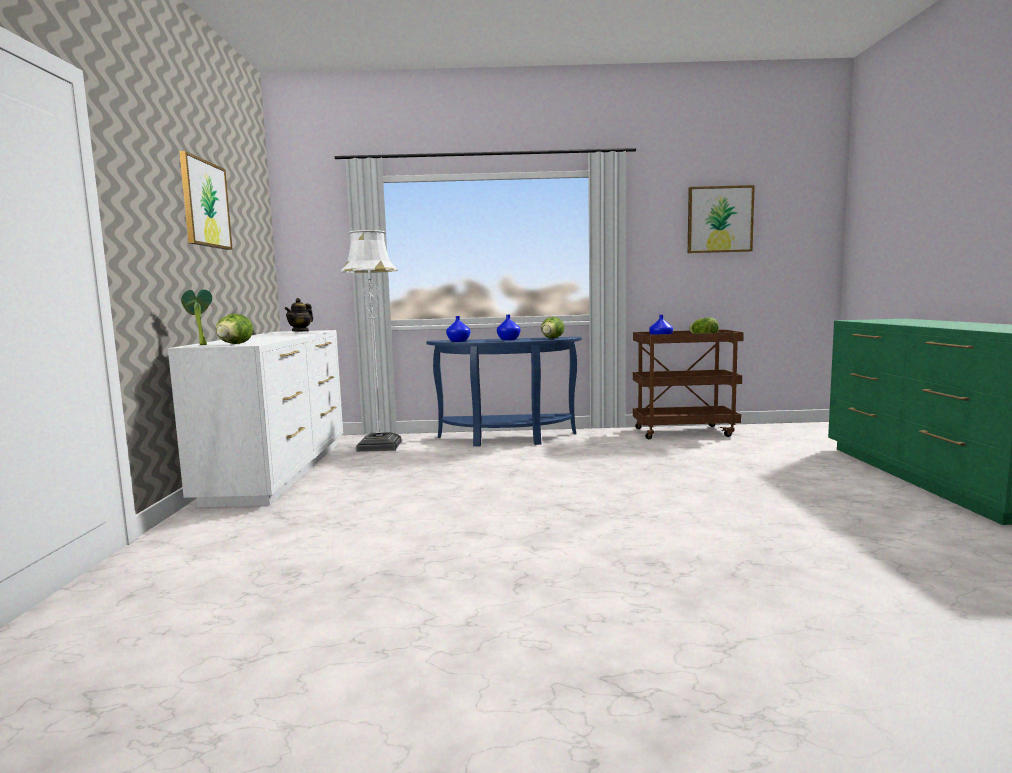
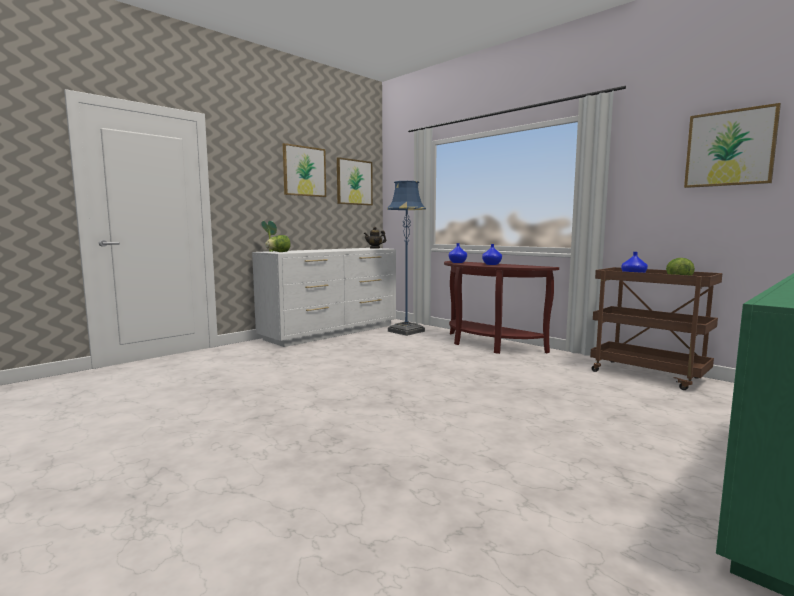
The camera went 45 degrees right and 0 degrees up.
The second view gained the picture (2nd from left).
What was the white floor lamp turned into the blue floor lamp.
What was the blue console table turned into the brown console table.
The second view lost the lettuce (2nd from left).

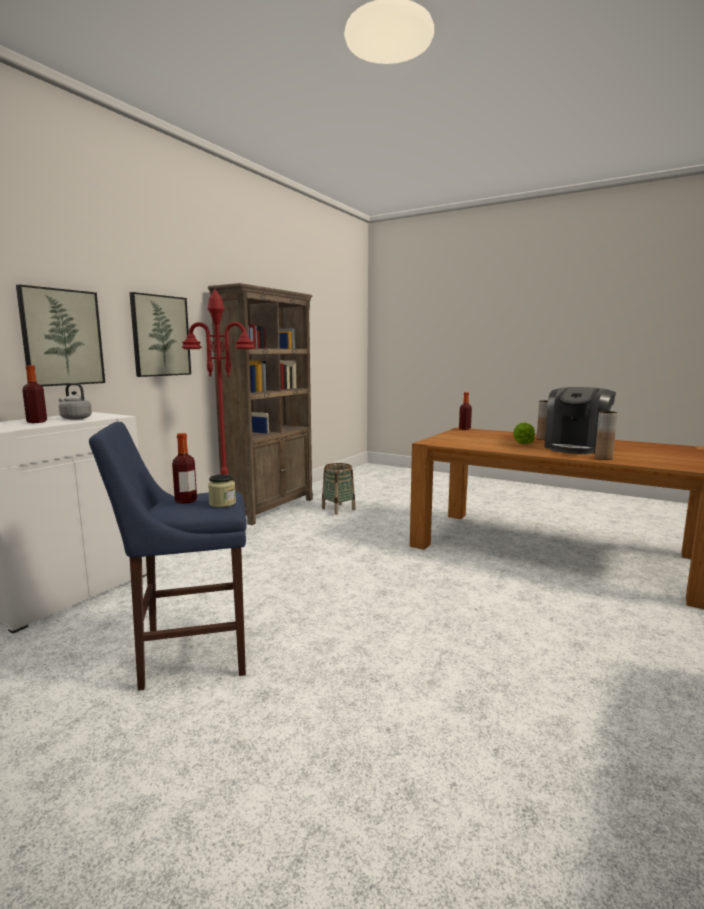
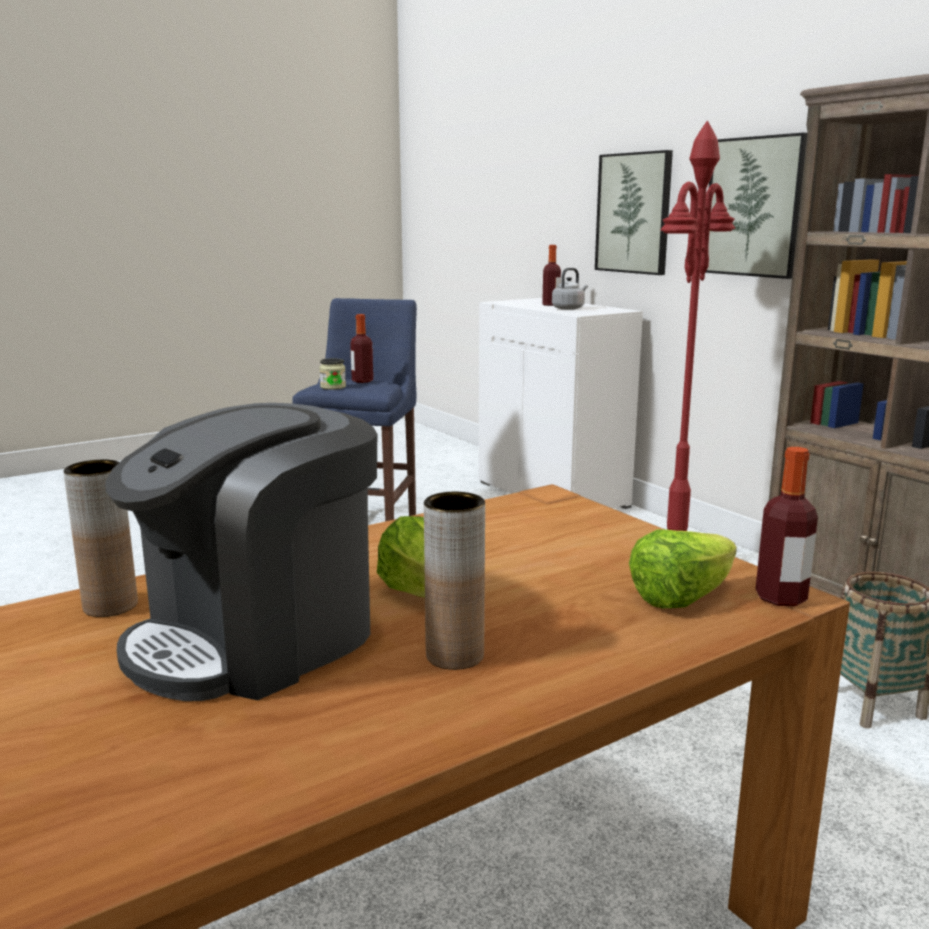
The camera went 115 degrees right and 5 degrees up.
The coffee machine ended up facing another way, 105 degrees counterclockwise from before.
The second view gained the lettuce (2nd from left).

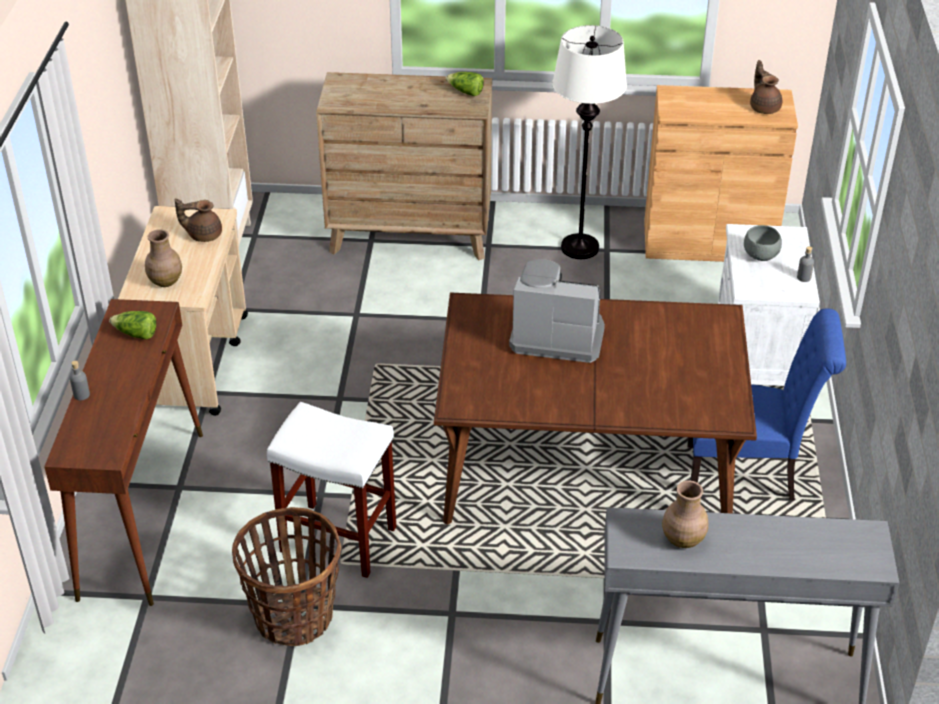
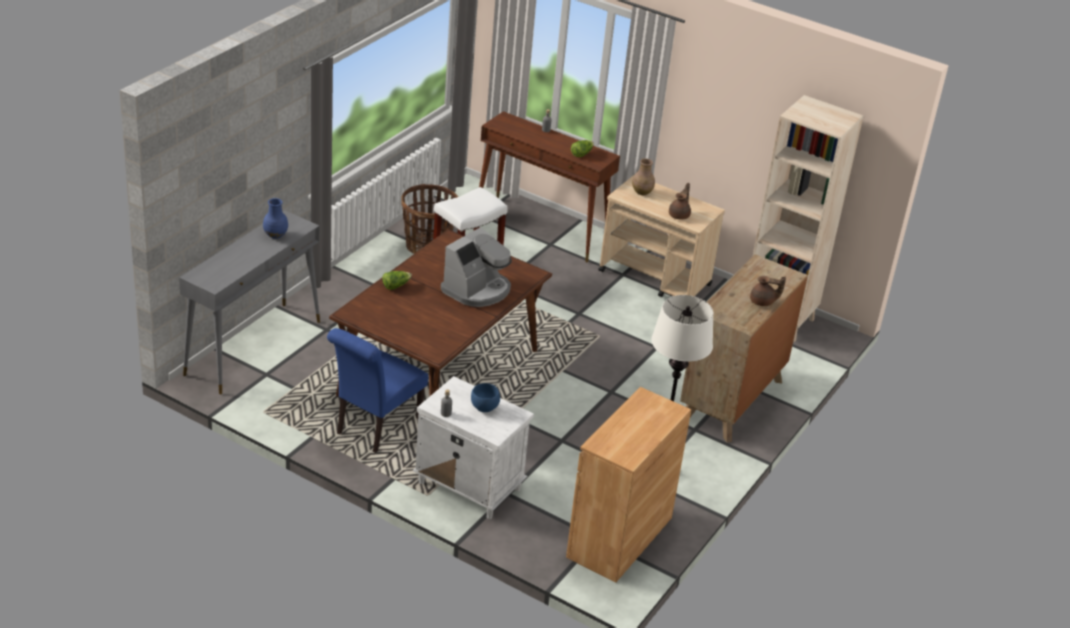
The camera went 115 degrees right and 5 degrees down.
What was the brown vase (2nd from left) turned into the blue vase.
The lettuce (2nd from left in the first image) ended up elsewhere.
What was the grey bowl turned into the blue bowl.
The brown teapot (2nd from left) ended up elsewhere.

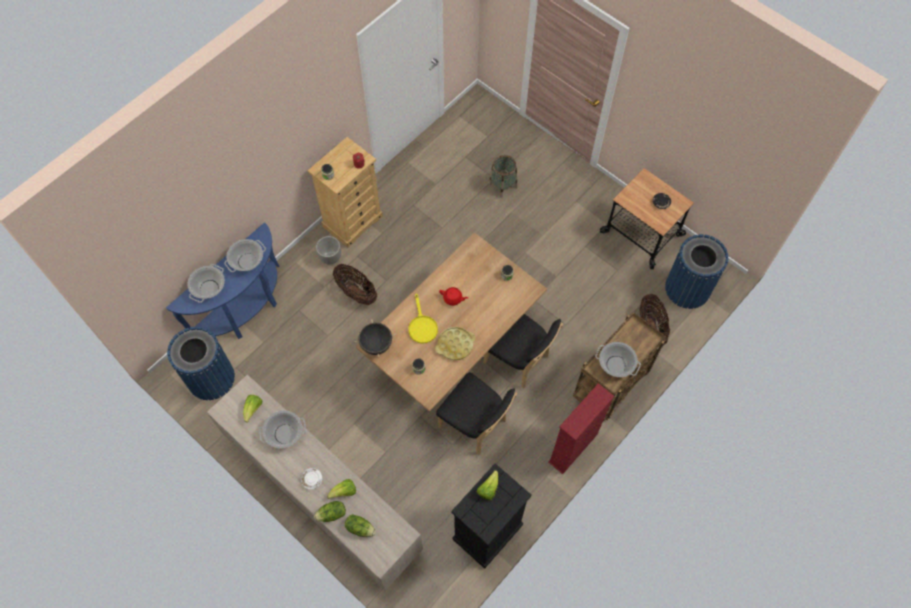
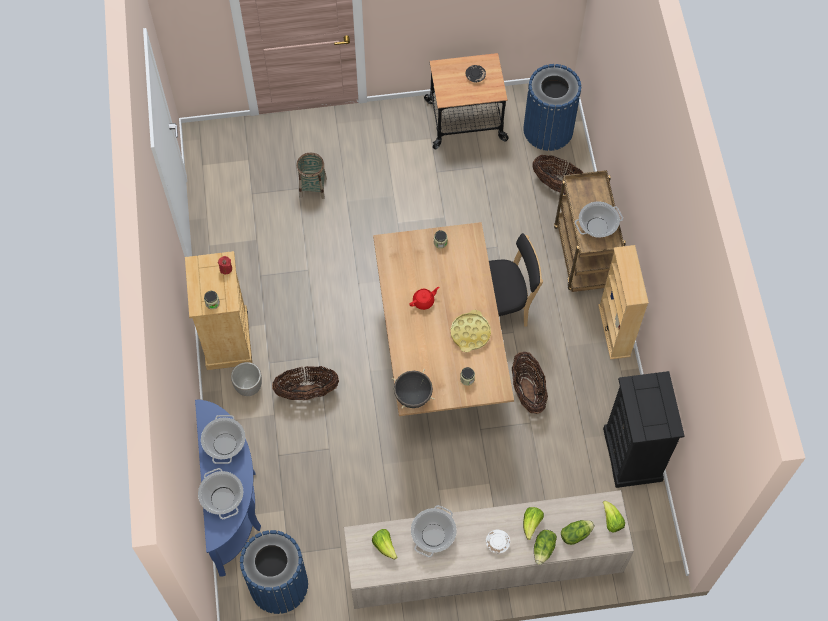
The camera went 50 degrees left and 0 degrees up.
Where the black chair (1st from left) stood, the basket (3rd from left) came to stand.
What was the red bookcase turned into the beige bookcase.
The lettuce (5th from left) ended up elsewhere.
The second view lost the yellow frying pan.

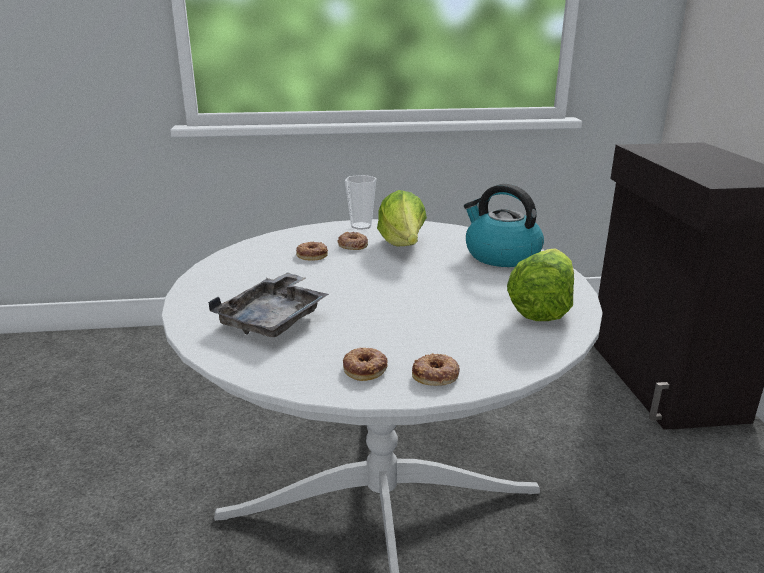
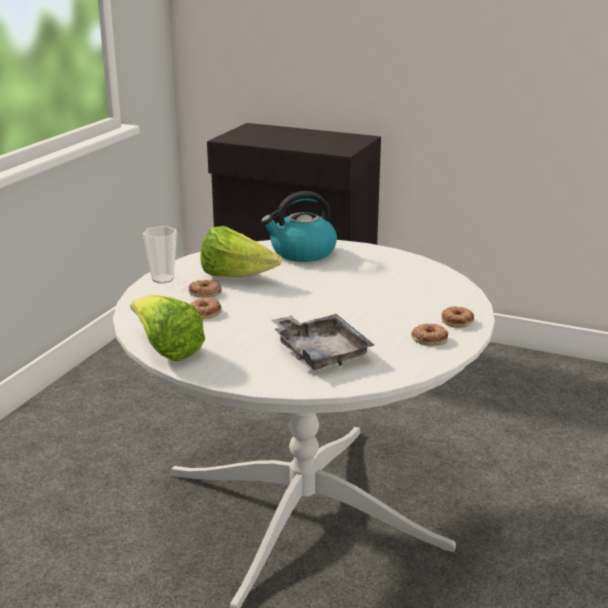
The camera went 60 degrees left and 0 degrees up.
The lettuce (2nd from left in the first image) ended up elsewhere.

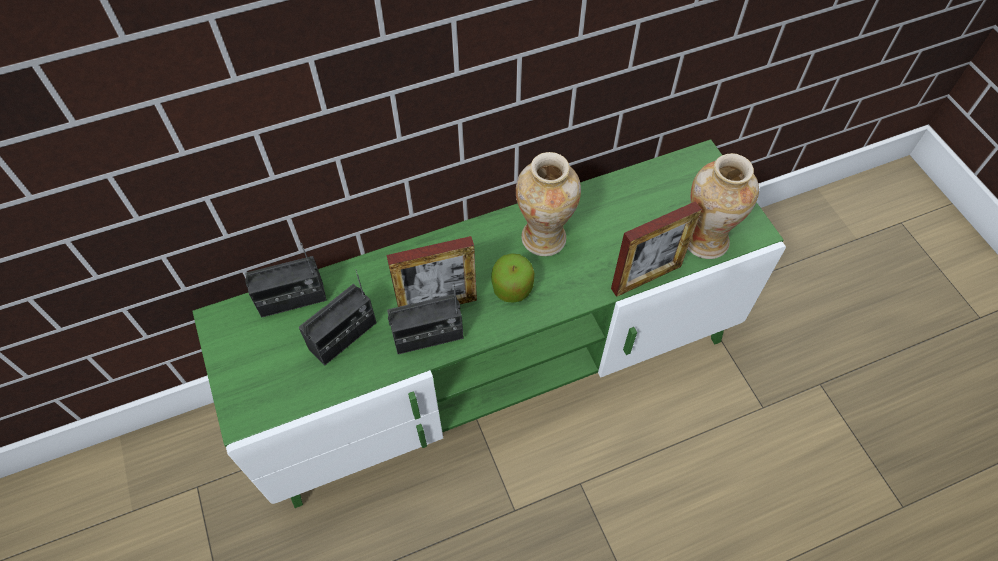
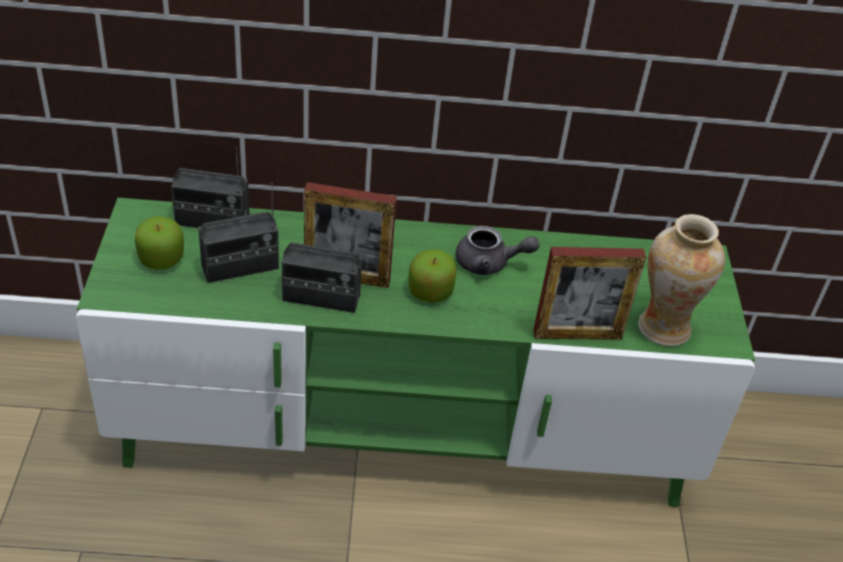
The camera went 20 degrees right and 15 degrees down.
The second view gained the apple (1st from left).
Where the vase (1st from left) stood, the grey teapot came to stand.

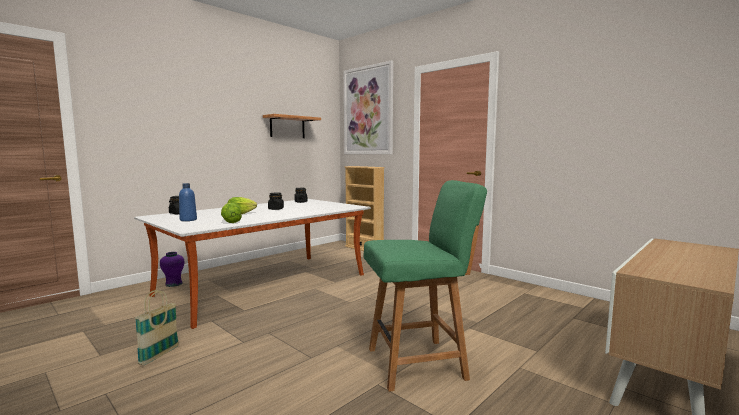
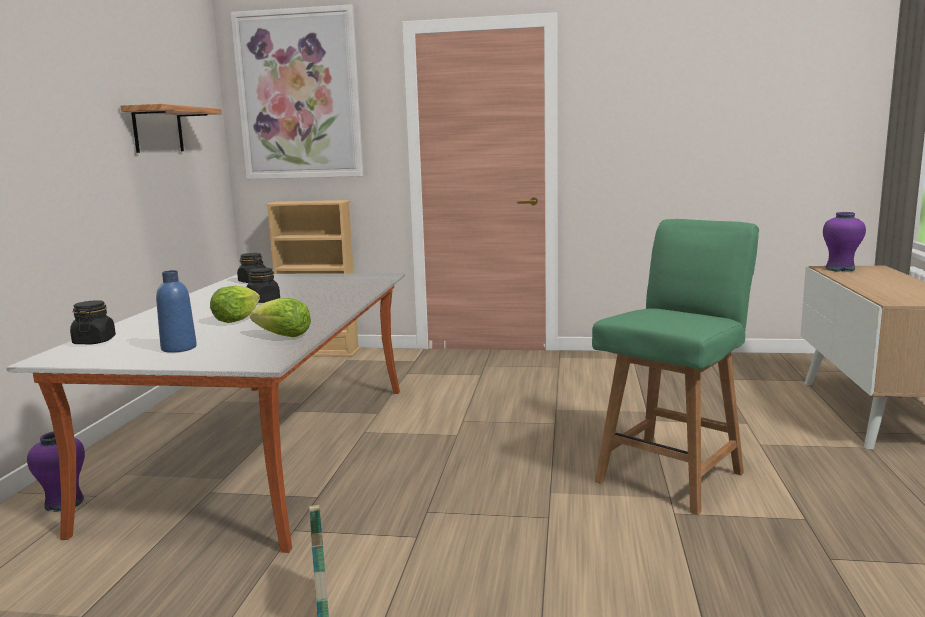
The camera went 35 degrees left and 5 degrees up.
The second view gained the purple vase (2nd from left).

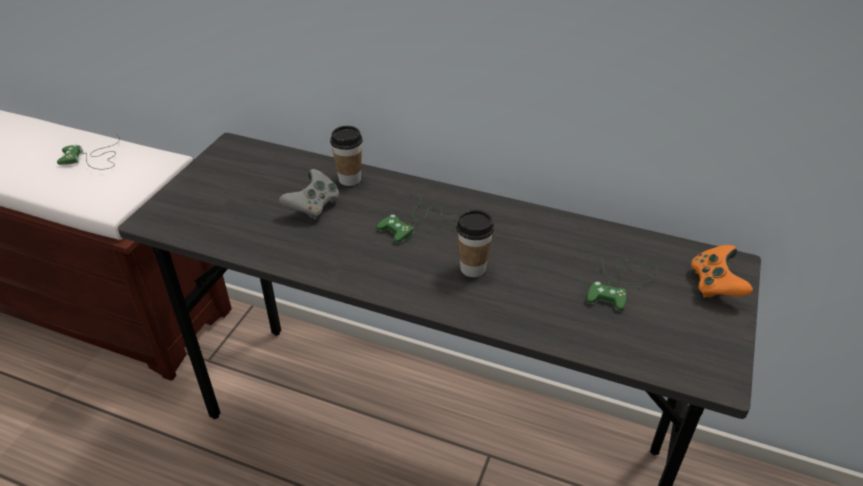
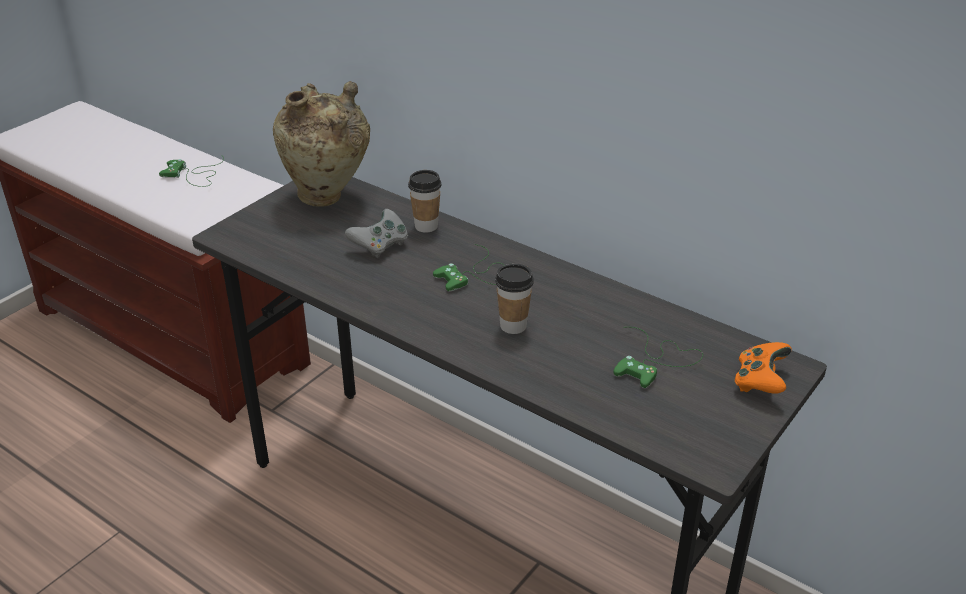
The camera went 15 degrees right and 5 degrees down.
The second view gained the beige vase.

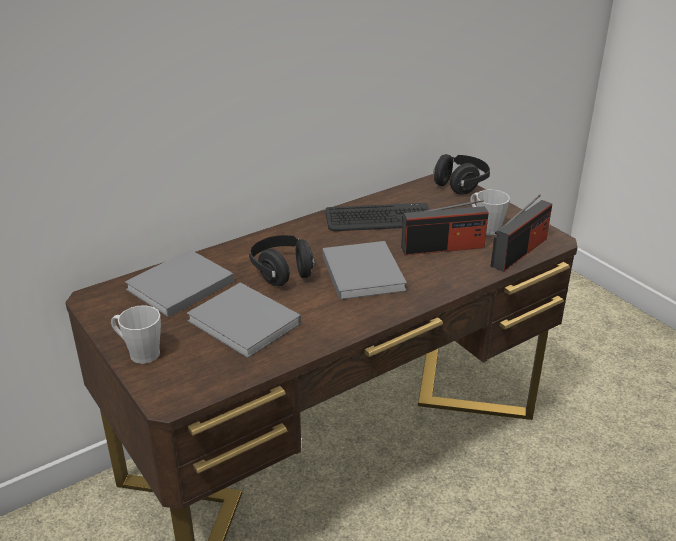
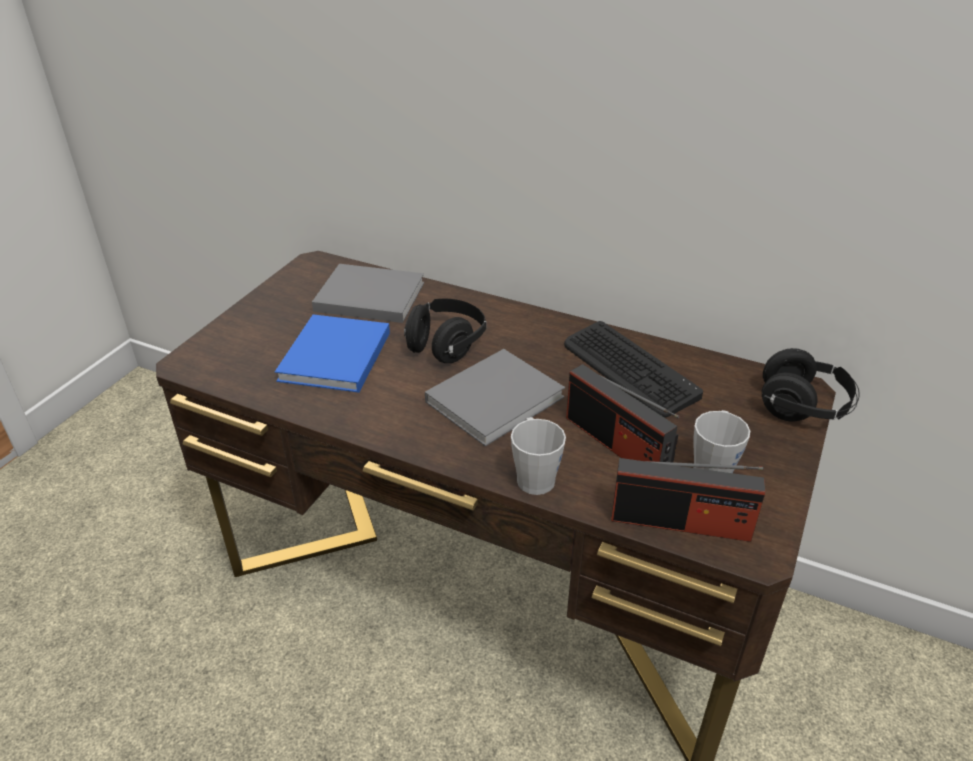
The camera went 60 degrees right and 5 degrees up.
What was the grey book (2nd from left) turned into the blue book.
The grey mug (1st from left) ended up elsewhere.

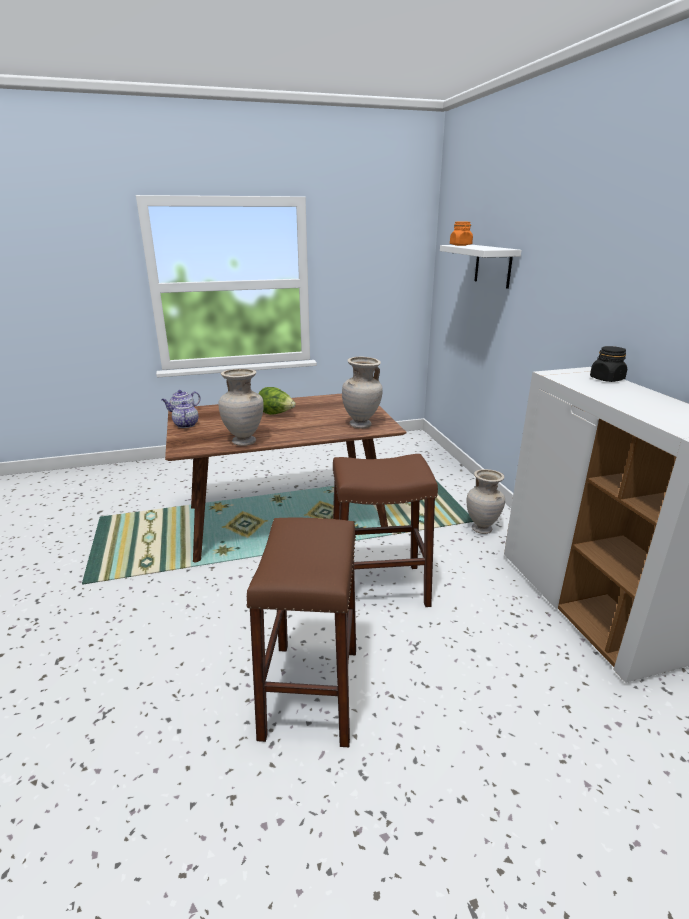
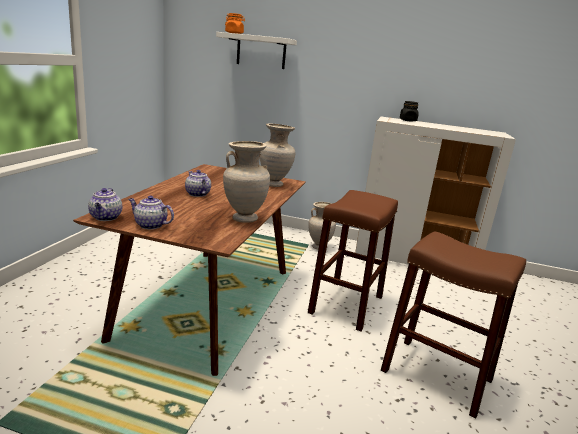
The camera went 60 degrees left and 5 degrees down.
Where the lettuce stood, the teapot (3rd from left) came to stand.

